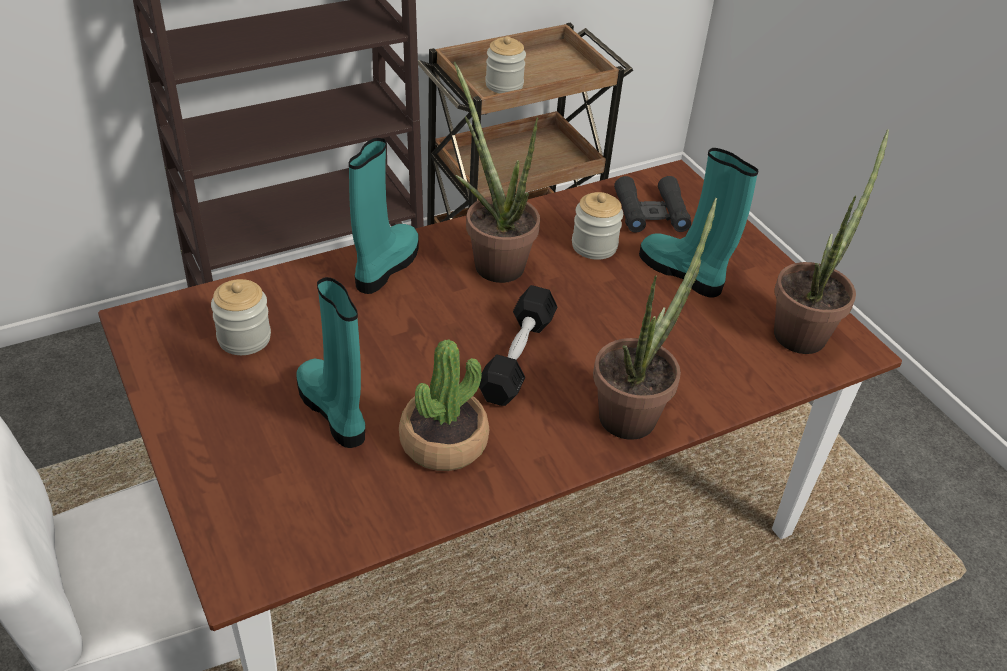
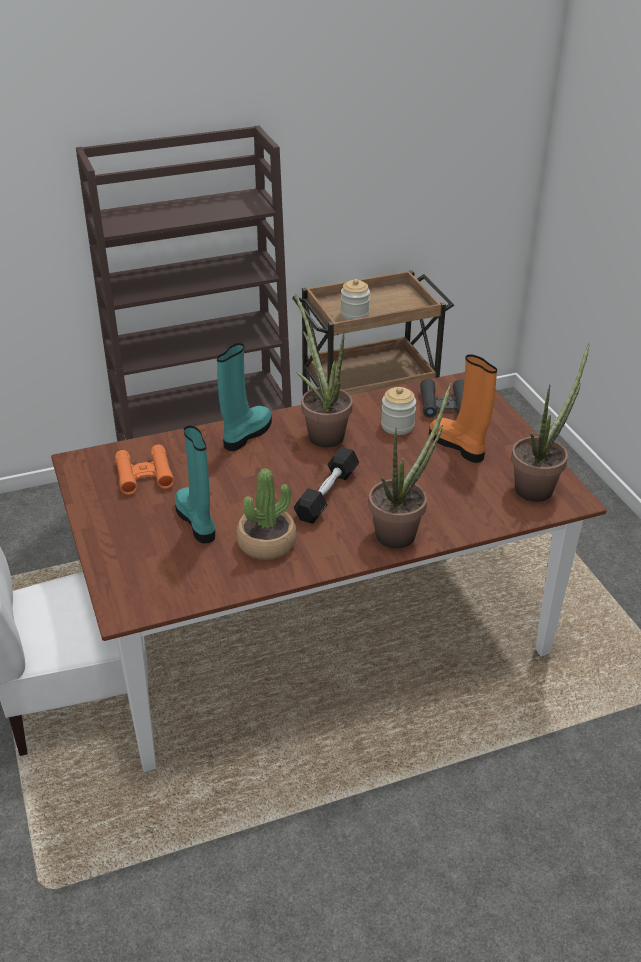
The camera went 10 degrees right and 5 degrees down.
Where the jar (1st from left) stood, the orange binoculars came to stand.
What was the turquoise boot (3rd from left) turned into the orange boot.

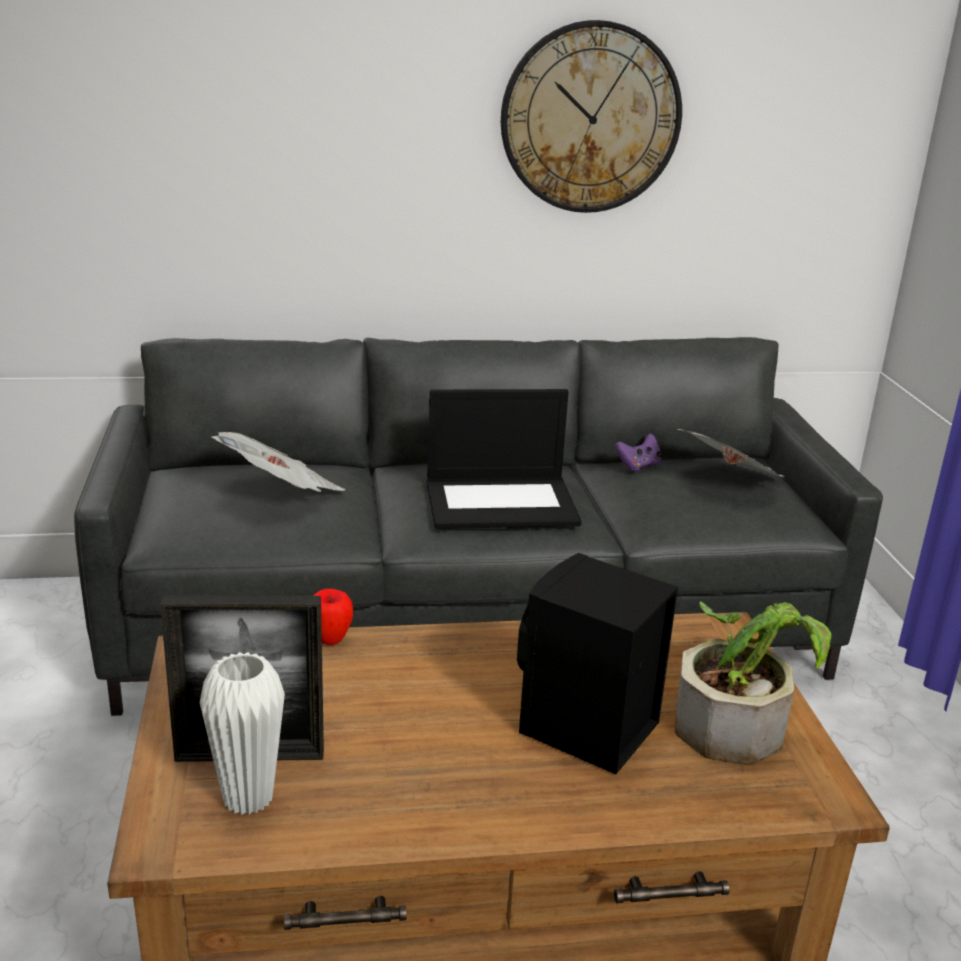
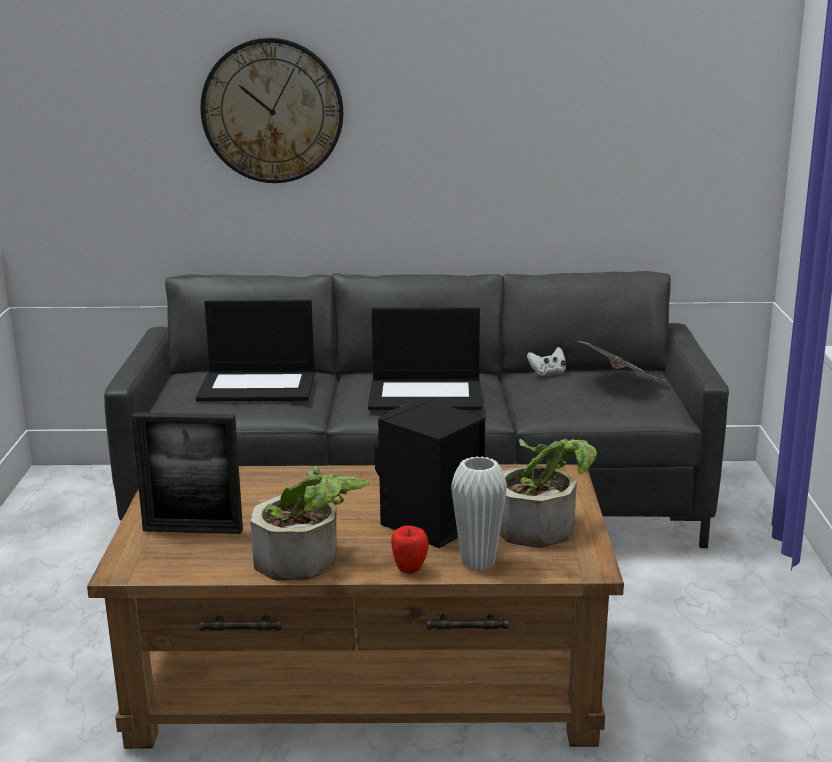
The camera went 10 degrees right and 5 degrees down.
Where the newspaper (1st from left) stood, the laptop (1st from left) came to stand.
The wall clock ended up elsewhere.
The second view gained the potted plant (1st from left).
The apple ended up elsewhere.
The white vase ended up elsewhere.
What was the purple game controller turned into the white game controller.

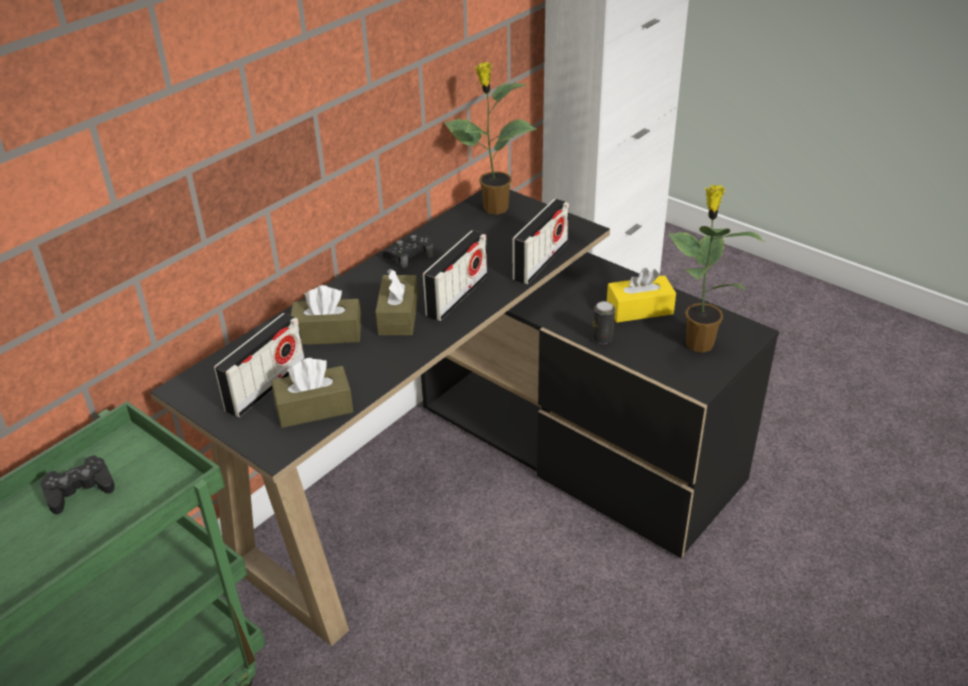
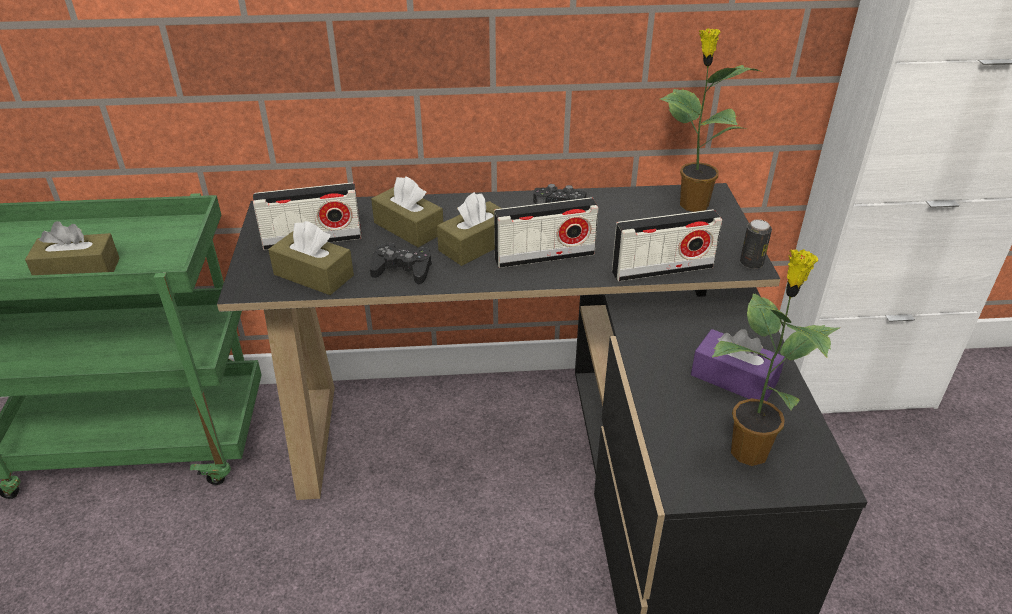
The camera went 45 degrees right and 0 degrees up.
The second view gained the brown tissue box (1st from left).
The black game controller (1st from left) ended up elsewhere.
What was the yellow tissue box turned into the purple tissue box.
The can ended up elsewhere.

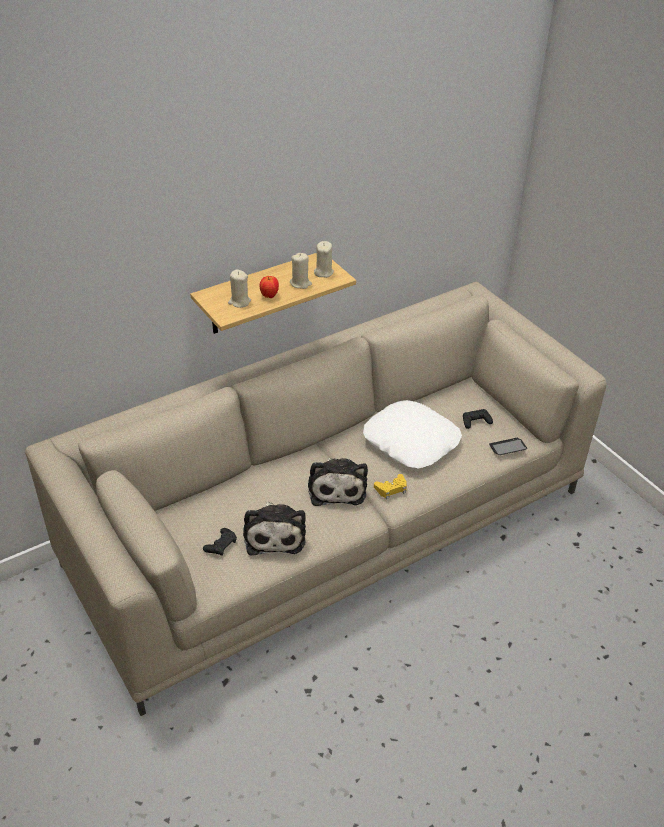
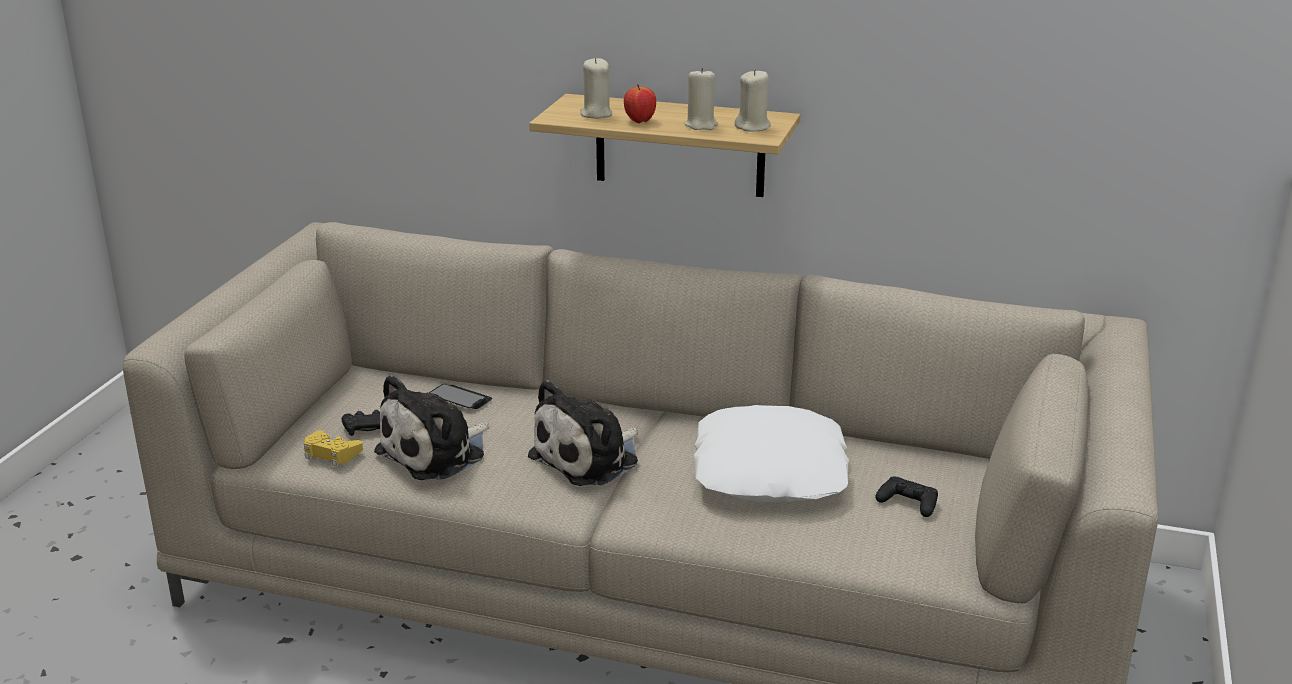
The camera went 50 degrees right and 15 degrees down.
The yellow game controller ended up elsewhere.
The phone ended up elsewhere.

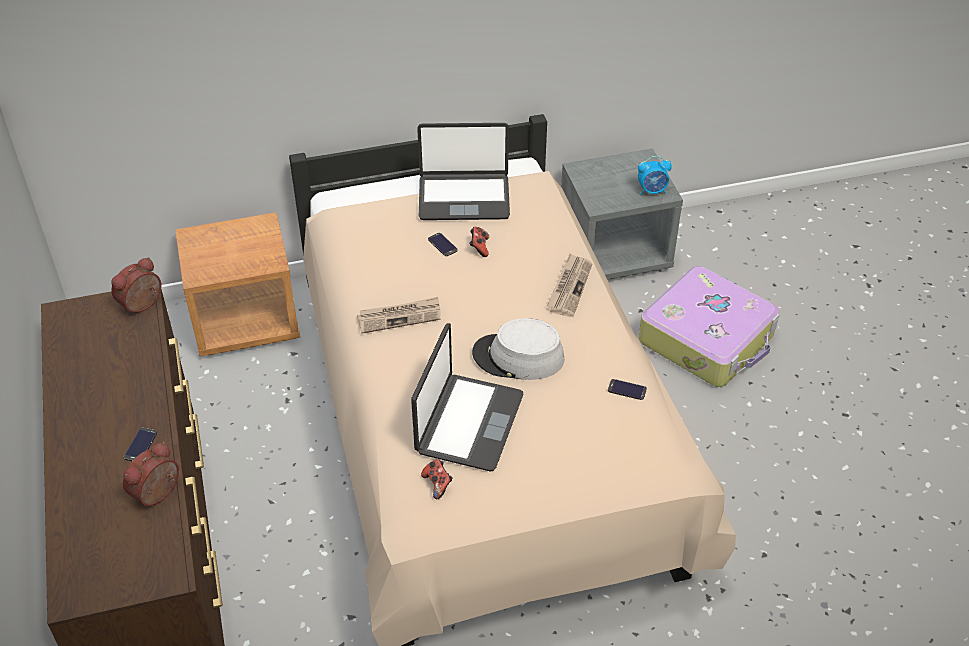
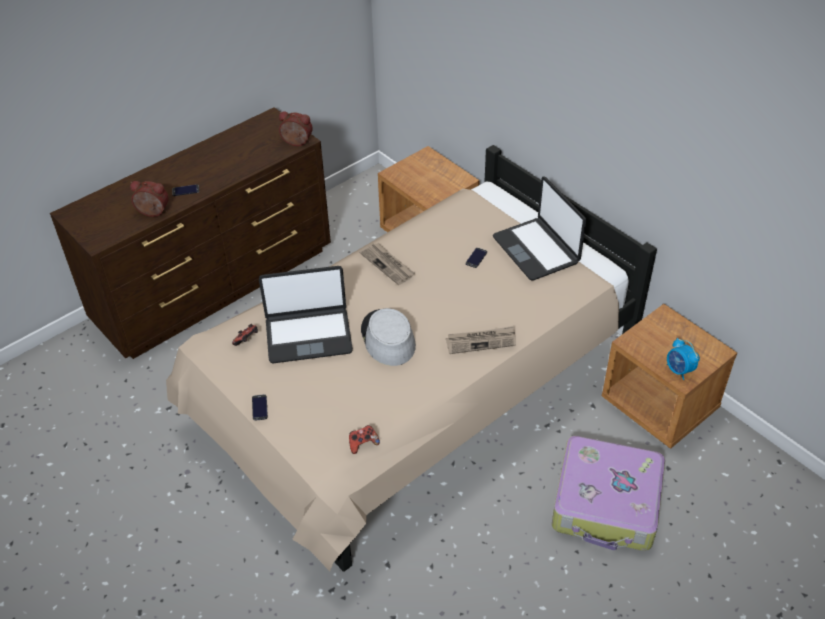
The camera went 65 degrees right and 0 degrees up.
The phone (3rd from left in the first image) ended up elsewhere.
The game controller (2nd from left) ended up elsewhere.
What was the grey nightstand turned into the brown nightstand (2nd from left).

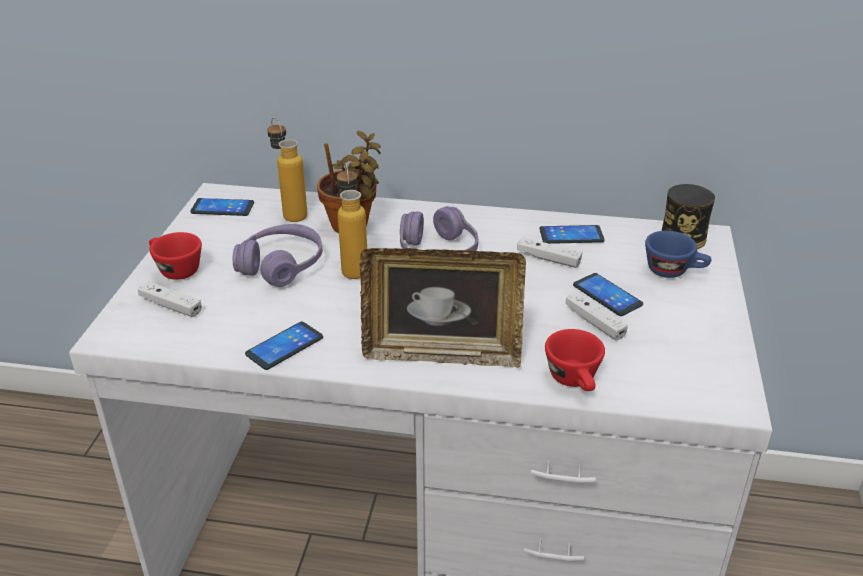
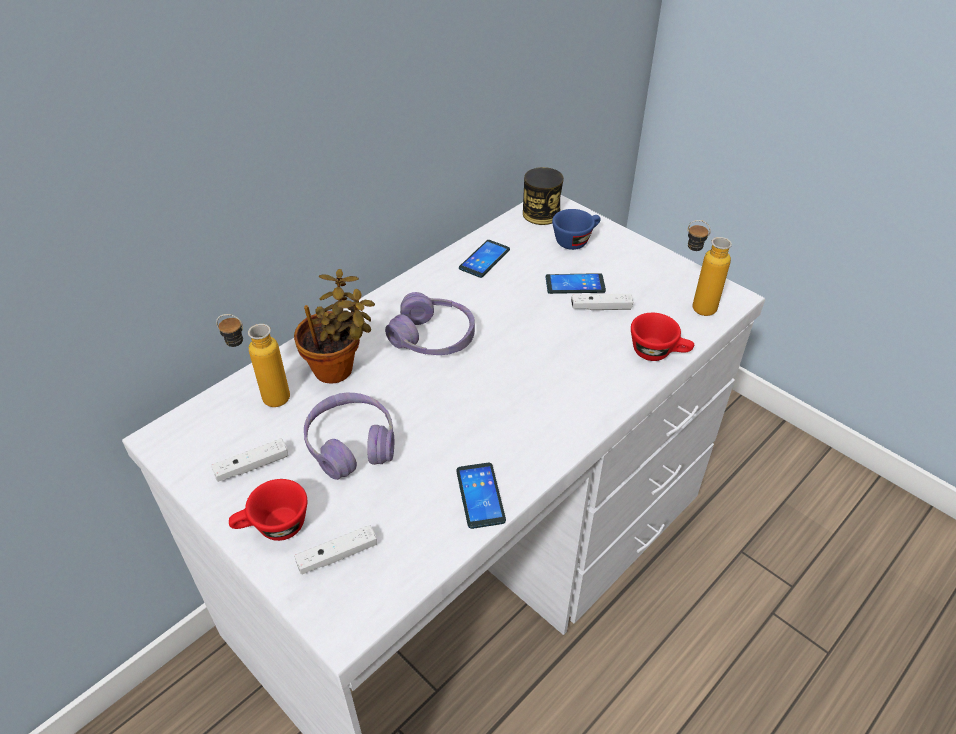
The camera went 55 degrees left and 10 degrees up.
The white game controller (2nd from left in the first image) ended up elsewhere.
The bottle (2nd from left) ended up elsewhere.
The second view lost the phone (1st from left).
The second view lost the picture frame.

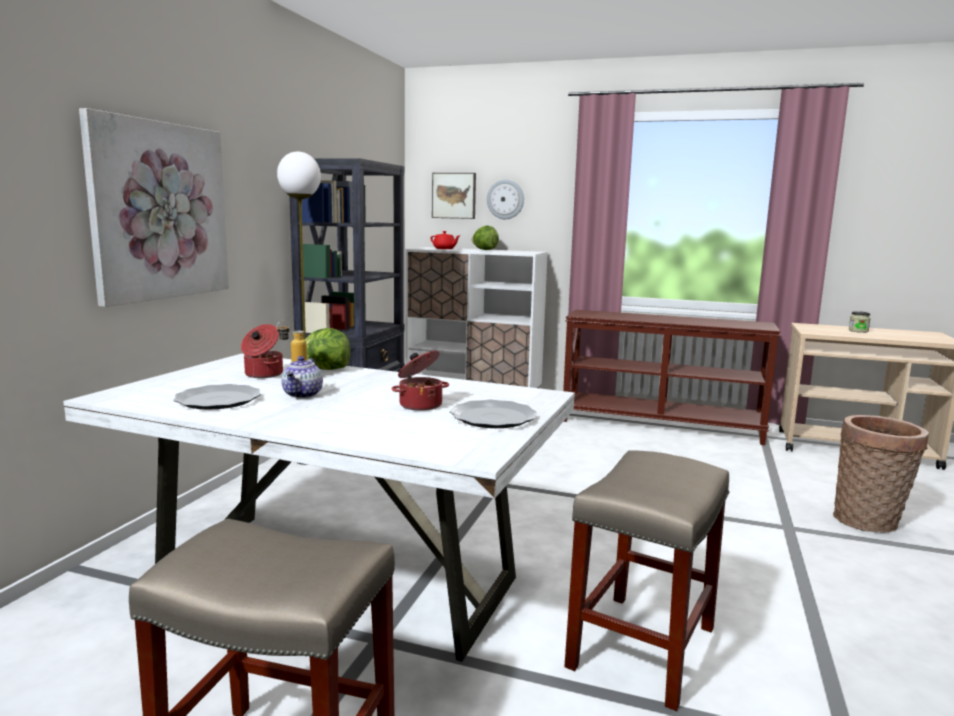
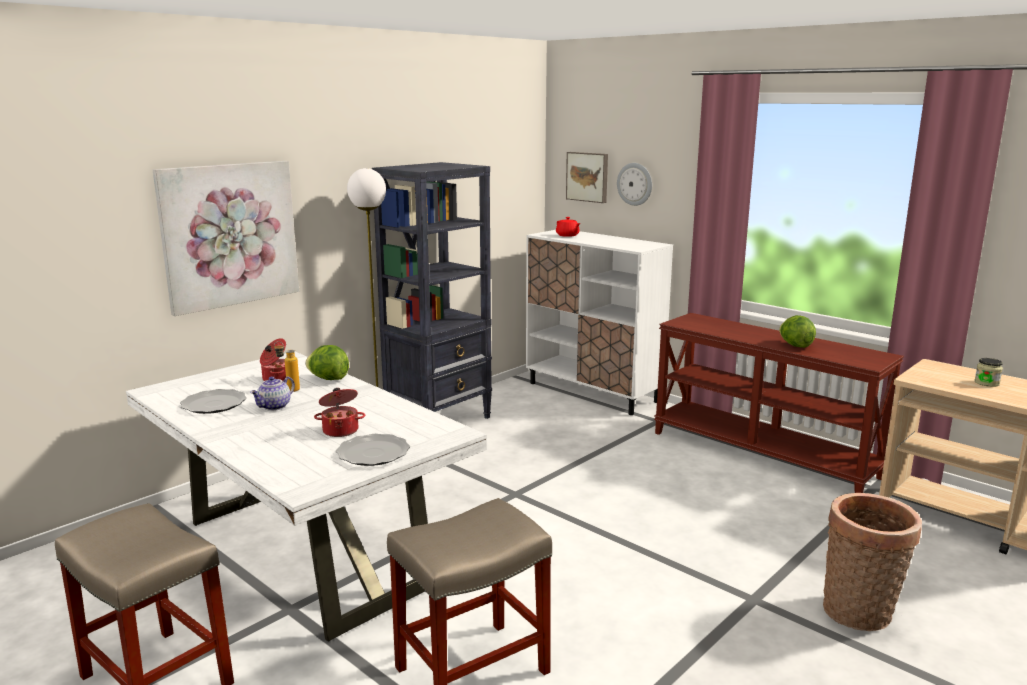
The camera went 25 degrees right and 5 degrees up.
The lettuce (2nd from left) ended up elsewhere.

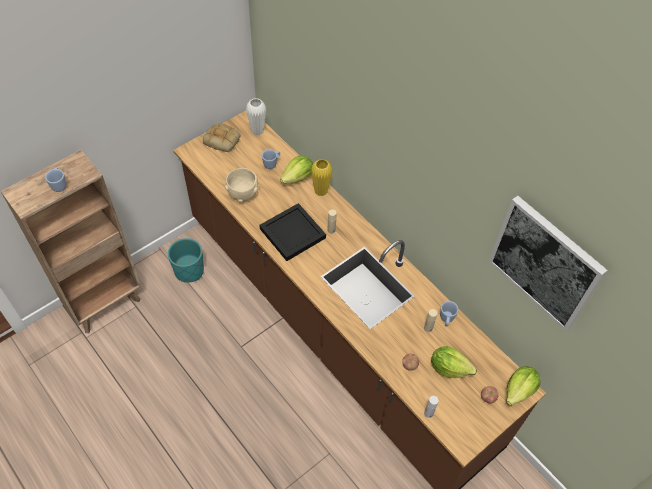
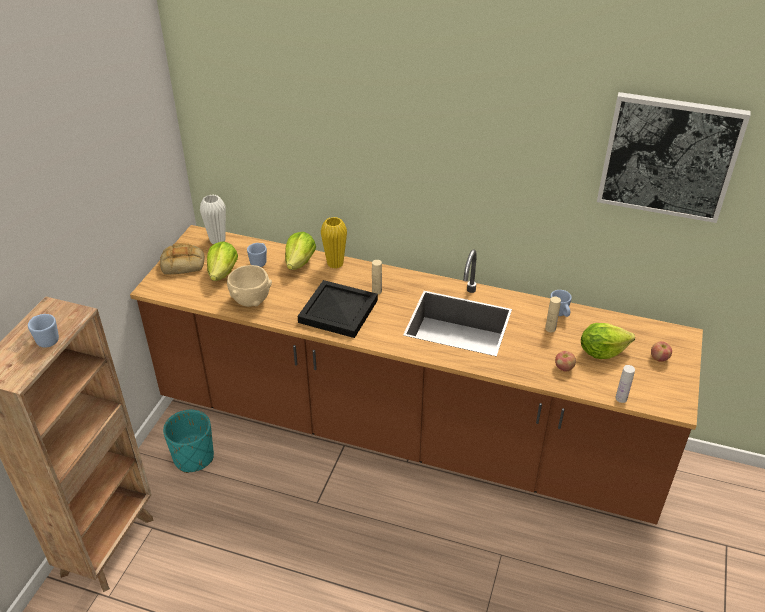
The camera went 30 degrees left and 15 degrees down.
The lettuce (3rd from left in the first image) ended up elsewhere.

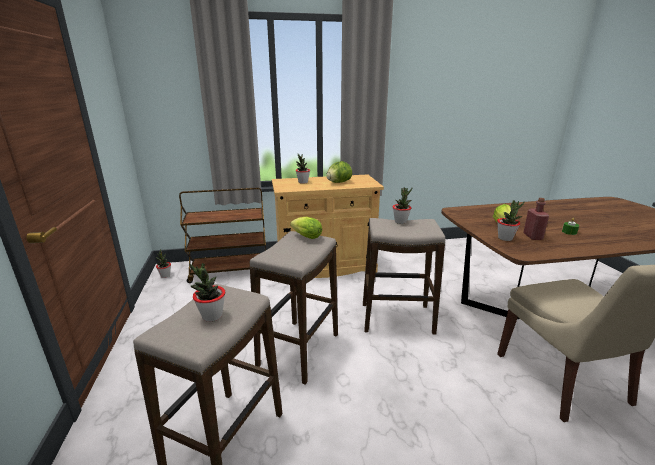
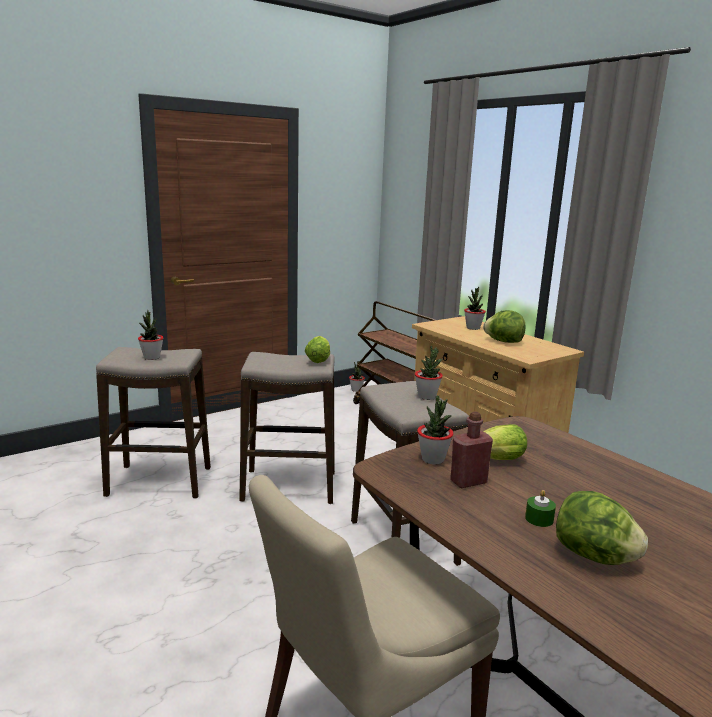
The camera went 65 degrees right and 5 degrees down.
The second view gained the lettuce (4th from left).

